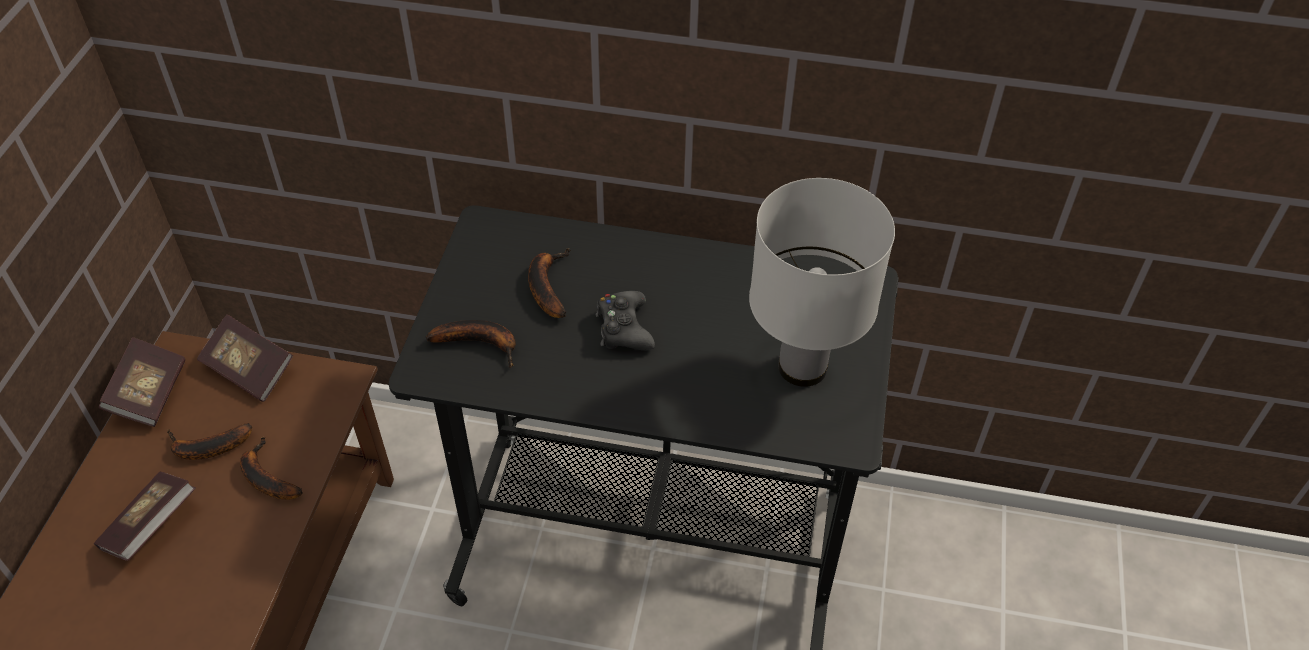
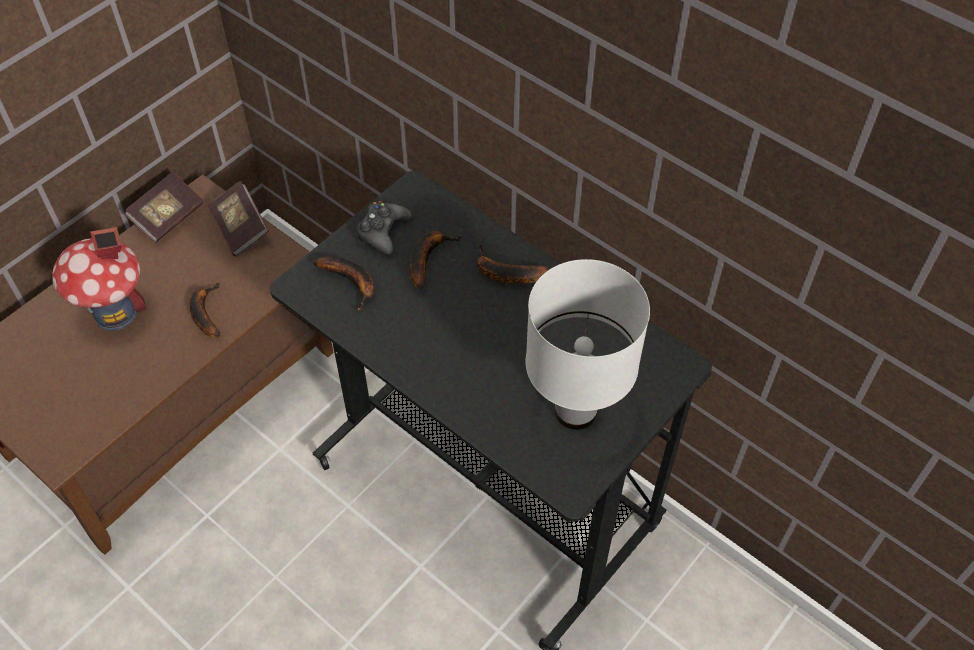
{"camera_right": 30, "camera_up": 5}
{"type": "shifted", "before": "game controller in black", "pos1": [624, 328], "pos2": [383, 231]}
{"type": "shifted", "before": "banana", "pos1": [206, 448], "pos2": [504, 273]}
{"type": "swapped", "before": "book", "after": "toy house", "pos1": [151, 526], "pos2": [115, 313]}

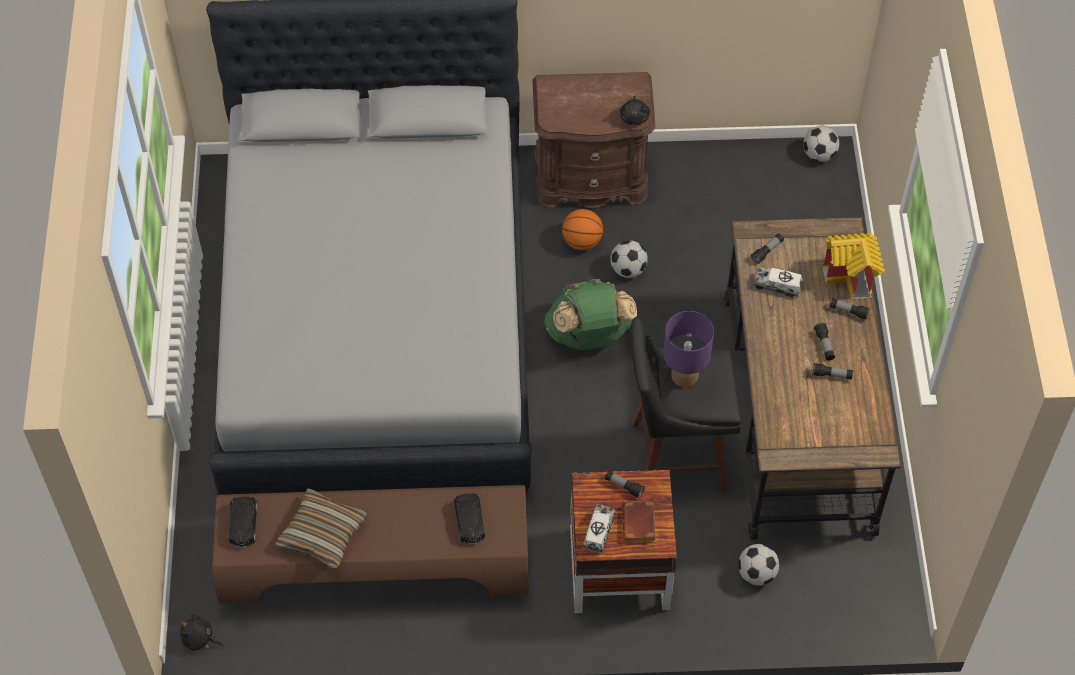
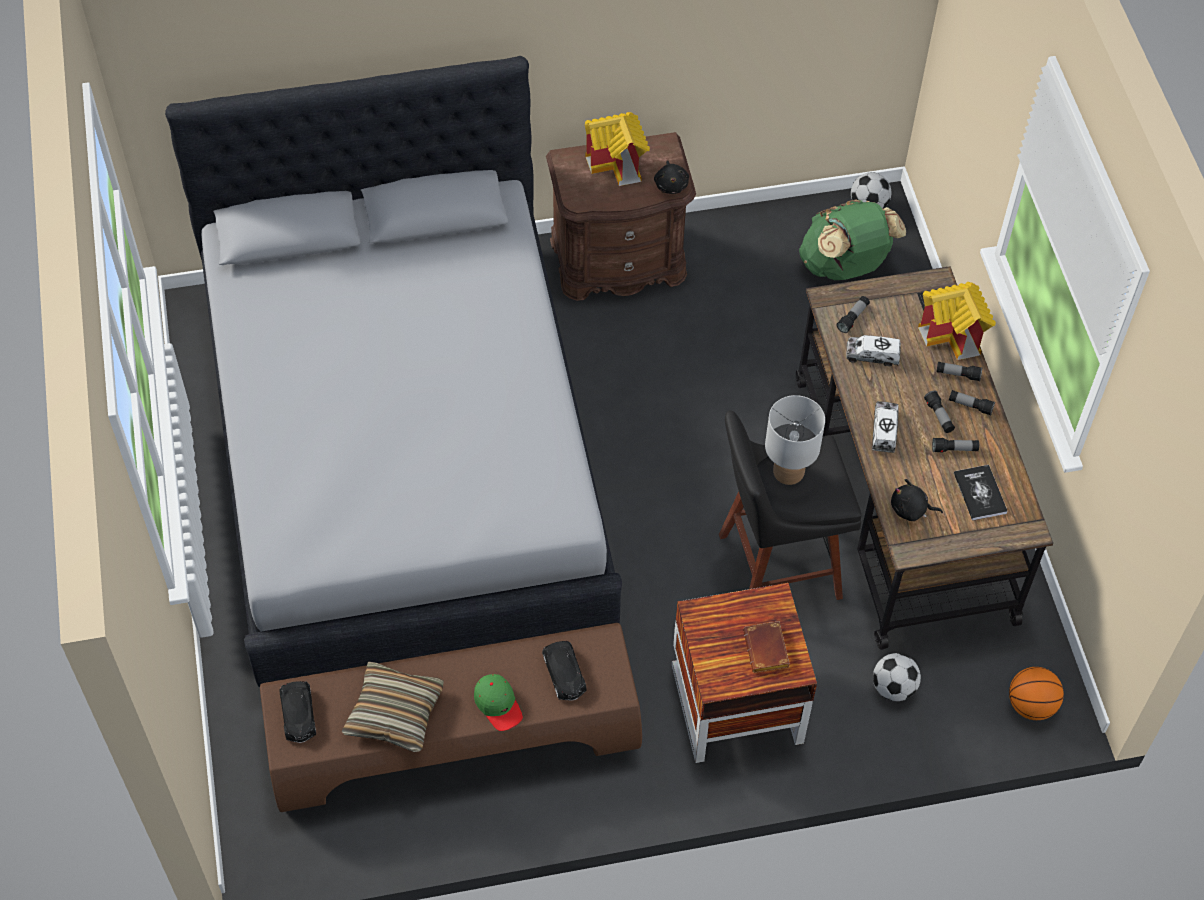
{"camera_right": -10, "camera_up": 0}
{"type": "shifted", "before": "basketball", "pos1": [582, 241], "pos2": [1031, 705]}
{"type": "gone", "before": "football", "pos1": [628, 269]}
{"type": "shifted", "before": "backpack in green", "pos1": [589, 336], "pos2": [845, 266]}
{"type": "repainted", "before": "table lamp in purple", "after": "table lamp in grey", "pos1": [684, 375], "pos2": [788, 471]}
{"type": "shifted", "before": "flashlight", "pos1": [624, 486], "pos2": [970, 406]}
{"type": "shifted", "before": "toy truck", "pos1": [598, 531], "pos2": [884, 431]}
{"type": "shifted", "before": "plush toy in black", "pos1": [199, 639], "pos2": [911, 509]}
{"type": "new", "after": "toy house", "pos2": [618, 164]}
{"type": "new", "after": "book", "pos2": [980, 493]}
{"type": "new", "after": "cap in green", "pos2": [498, 704]}

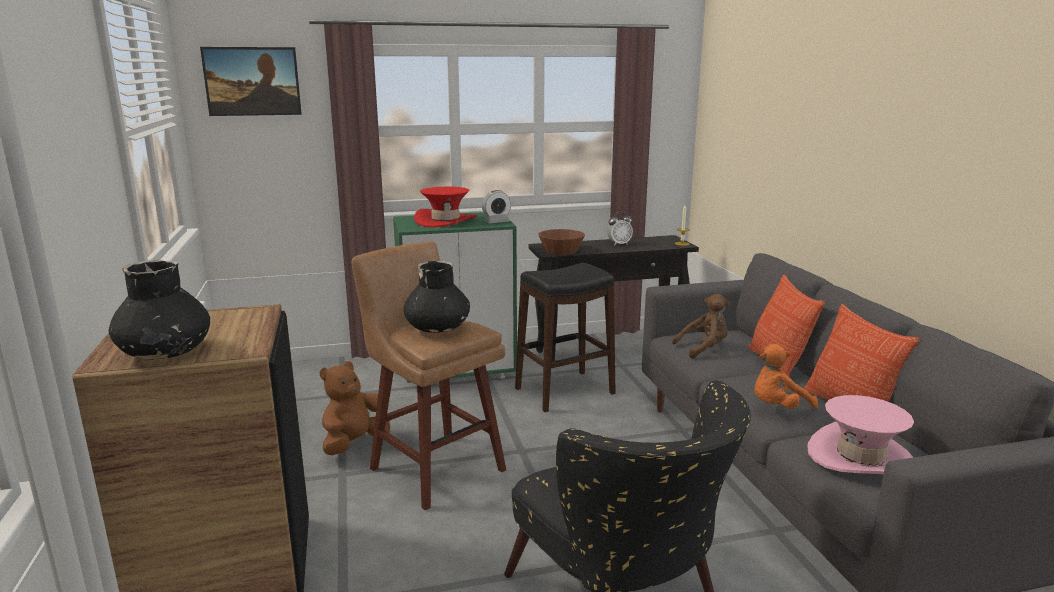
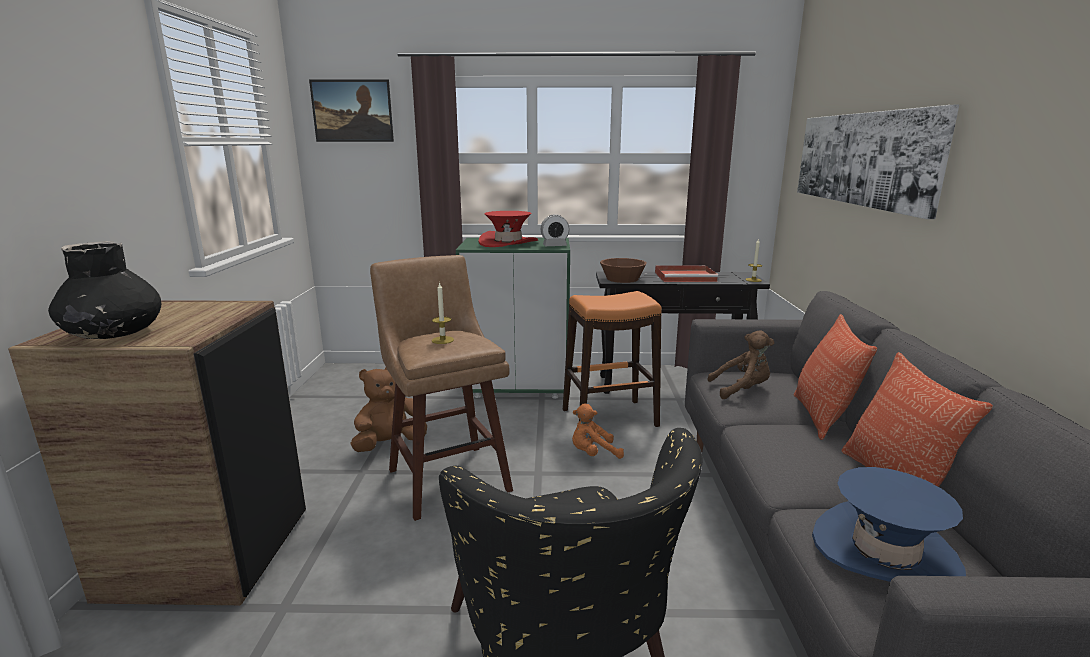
{"camera_right": 15, "camera_up": 0}
{"type": "swapped", "before": "alarm clock", "after": "tray in red", "pos1": [619, 244], "pos2": [686, 276]}
{"type": "swapped", "before": "vase in black", "after": "candle", "pos1": [438, 328], "pos2": [442, 340]}
{"type": "repainted", "before": "stool in black", "after": "stool in orange", "pos1": [564, 391], "pos2": [609, 418]}
{"type": "shifted", "before": "plush toy in orange", "pos1": [777, 407], "pos2": [593, 454]}
{"type": "repainted", "before": "hat in pink", "after": "hat in blue", "pos1": [860, 457], "pos2": [884, 552]}
{"type": "new", "after": "picture", "pos2": [862, 159]}

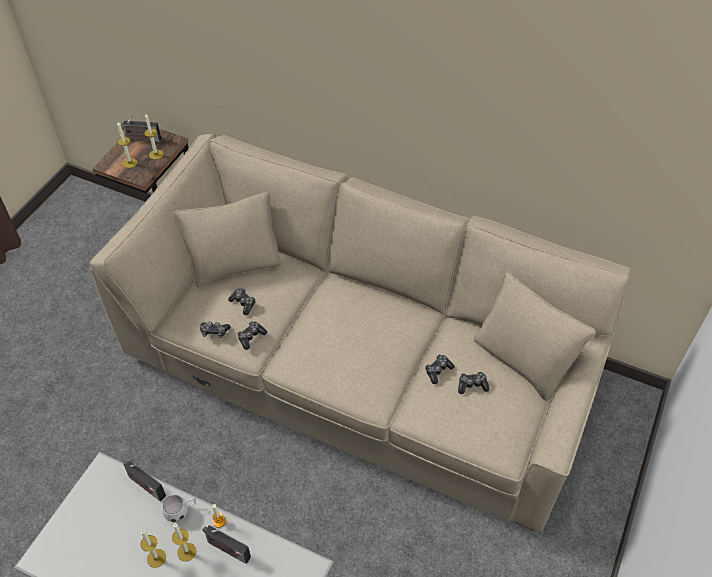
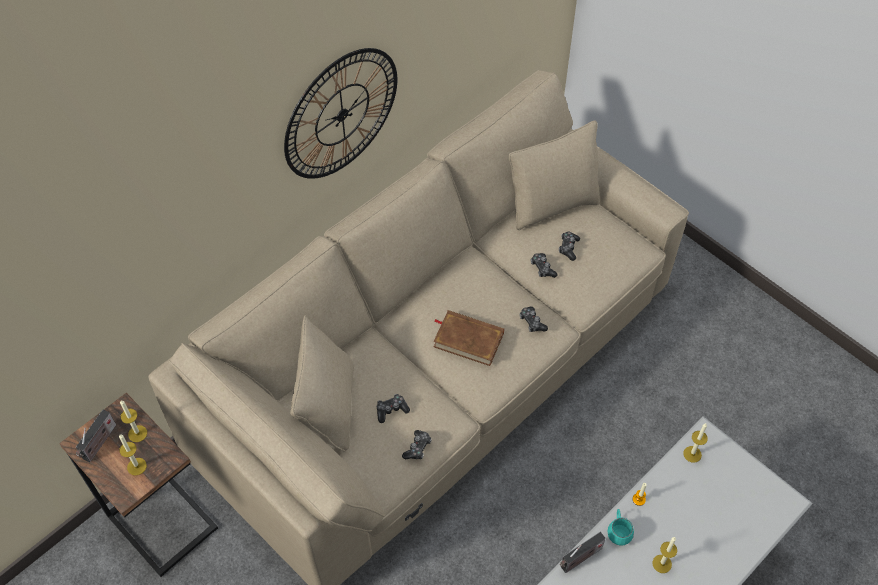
{"camera_right": -70, "camera_up": 5}
{"type": "shifted", "before": "game controller", "pos1": [251, 337], "pos2": [532, 322]}
{"type": "repainted", "before": "mug in white", "after": "mug in turquoise", "pos1": [181, 511], "pos2": [618, 531]}
{"type": "shifted", "before": "candle", "pos1": [186, 552], "pos2": [692, 454]}
{"type": "gone", "before": "radio", "pos1": [227, 549]}
{"type": "new", "after": "wall clock", "pos2": [341, 114]}
{"type": "new", "after": "book in brown", "pos2": [468, 339]}

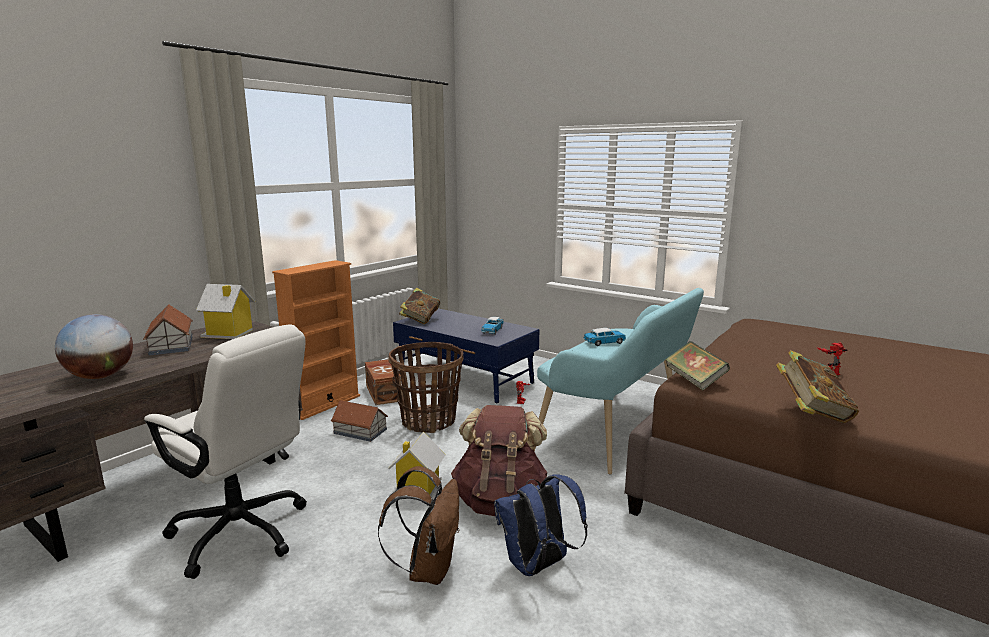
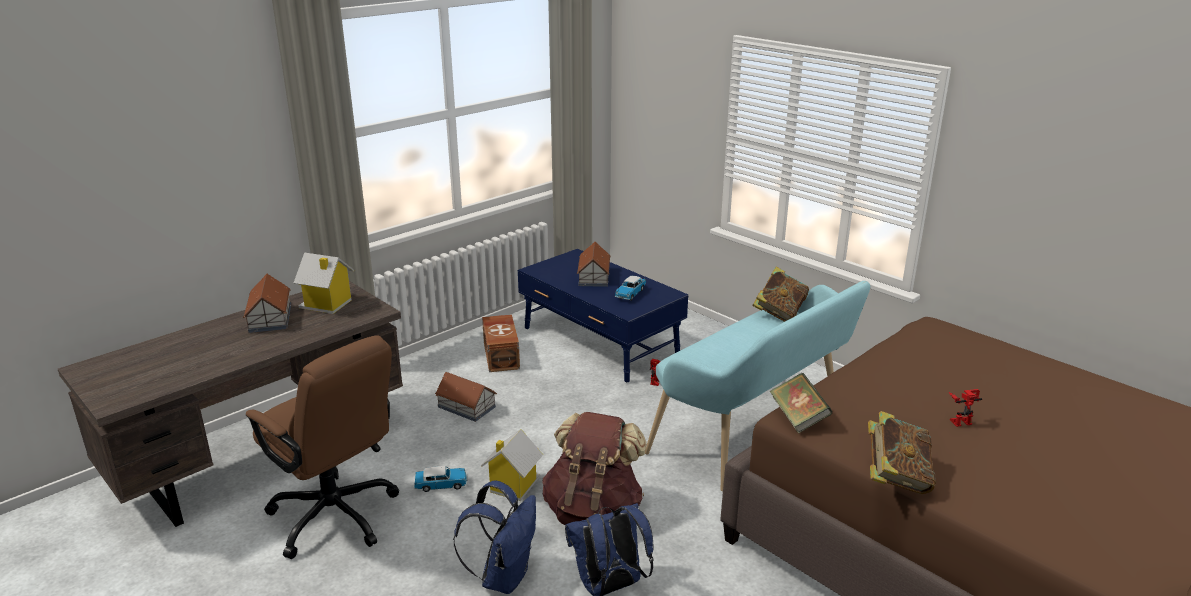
{"camera_right": 10, "camera_up": 10}
{"type": "gone", "before": "bookcase in orange", "pos1": [324, 404]}
{"type": "shifted", "before": "book", "pos1": [420, 320], "pos2": [779, 313]}
{"type": "gone", "before": "globe", "pos1": [101, 376]}
{"type": "repainted", "before": "office chair in white", "after": "office chair in brown", "pos1": [244, 535], "pos2": [338, 519]}
{"type": "shifted", "before": "toy car", "pos1": [604, 342], "pos2": [441, 485]}
{"type": "gone", "before": "basket", "pos1": [428, 421]}
{"type": "repainted", "before": "backpack in brown", "after": "backpack in blue", "pos1": [428, 569], "pos2": [504, 576]}
{"type": "new", "after": "toy house", "pos2": [594, 276]}

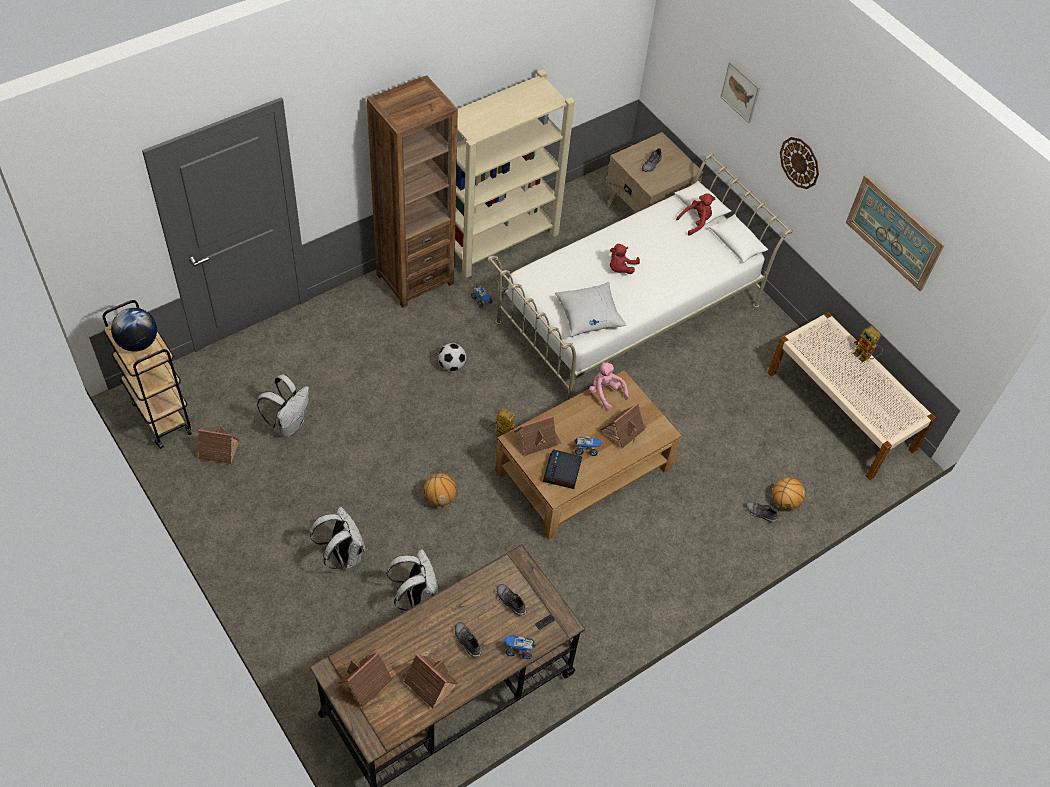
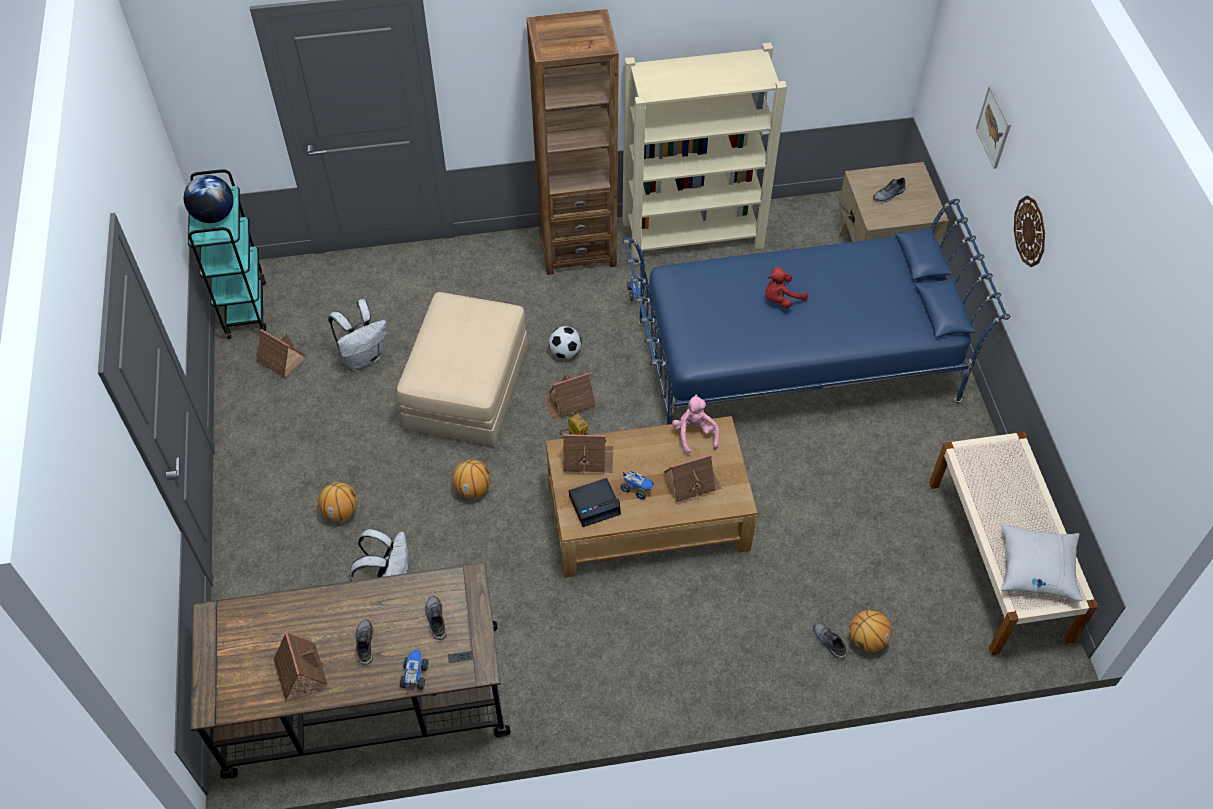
{"camera_right": 30, "camera_up": 0}
{"type": "repainted", "before": "bed in white", "after": "bed in blue", "pos1": [628, 314], "pos2": [795, 360]}
{"type": "gone", "before": "picture", "pos1": [894, 232]}
{"type": "gone", "before": "plush toy in red", "pos1": [696, 222]}
{"type": "shifted", "before": "pillow in grey", "pos1": [588, 316], "pos2": [1036, 569]}
{"type": "repainted", "before": "cart in brown", "after": "cart in turquoise", "pos1": [160, 418], "pos2": [245, 309]}
{"type": "gone", "before": "toy robot", "pos1": [864, 357]}
{"type": "rotated", "before": "alarm clock", "pos1": [562, 472], "pos2": [595, 504], "turn": -150}
{"type": "swapped", "before": "backpack in white", "after": "basketball", "pos1": [343, 555], "pos2": [341, 511]}
{"type": "rotated", "before": "toy truck", "pos1": [519, 649], "pos2": [414, 675], "turn": 60}
{"type": "shifted", "before": "toy house", "pos1": [362, 685], "pos2": [569, 402]}
{"type": "new", "after": "ottoman in beige", "pos2": [467, 388]}

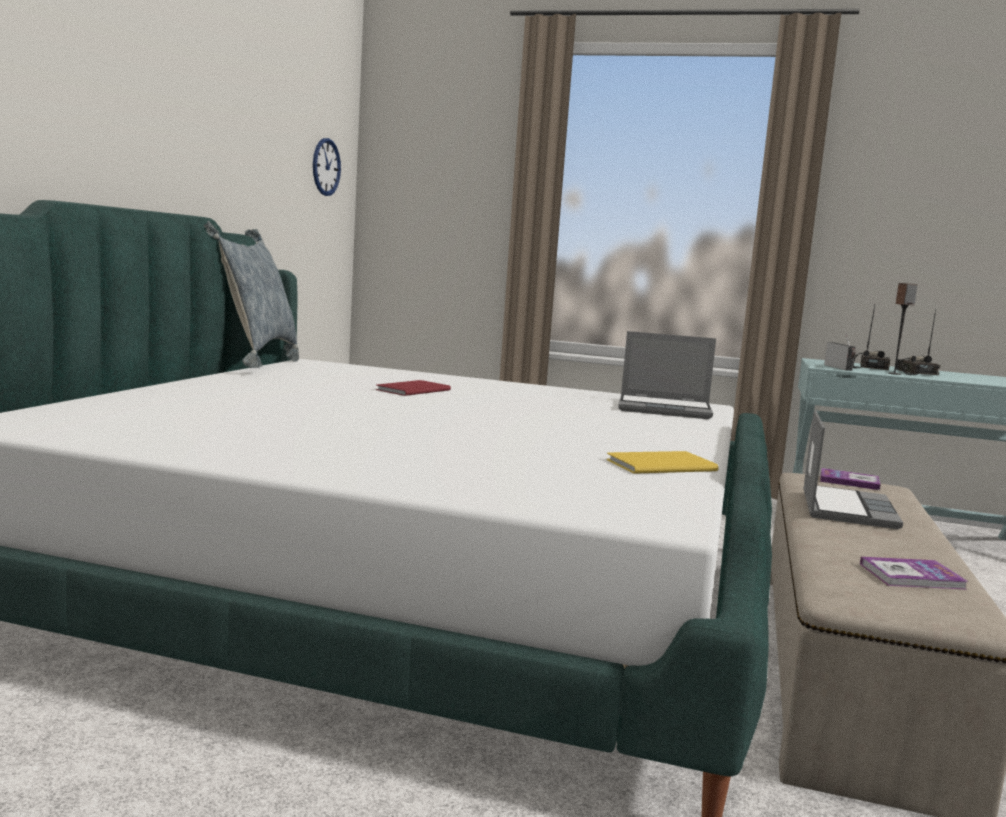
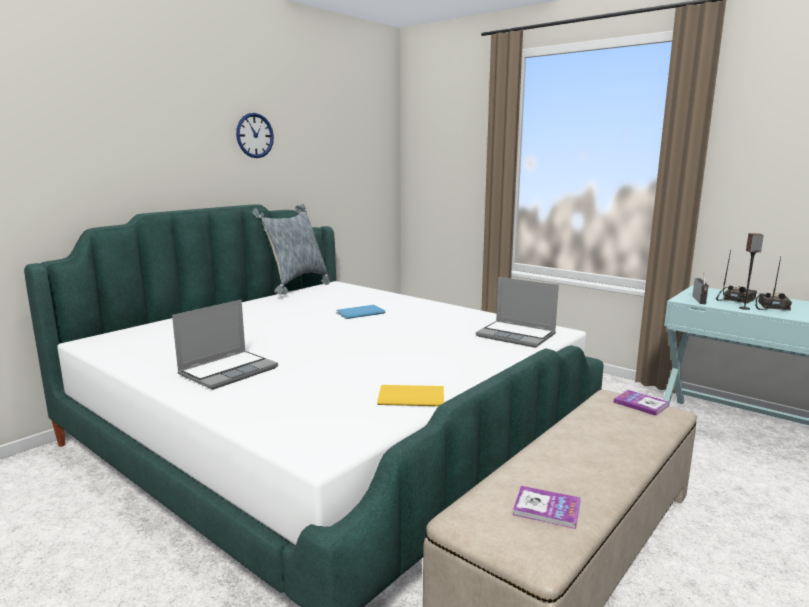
{"camera_right": 25, "camera_up": 5}
{"type": "shifted", "before": "wall clock", "pos1": [326, 167], "pos2": [255, 135]}
{"type": "repainted", "before": "book in red", "after": "book in blue", "pos1": [410, 390], "pos2": [359, 313]}
{"type": "shifted", "before": "laptop", "pos1": [845, 508], "pos2": [229, 371]}

